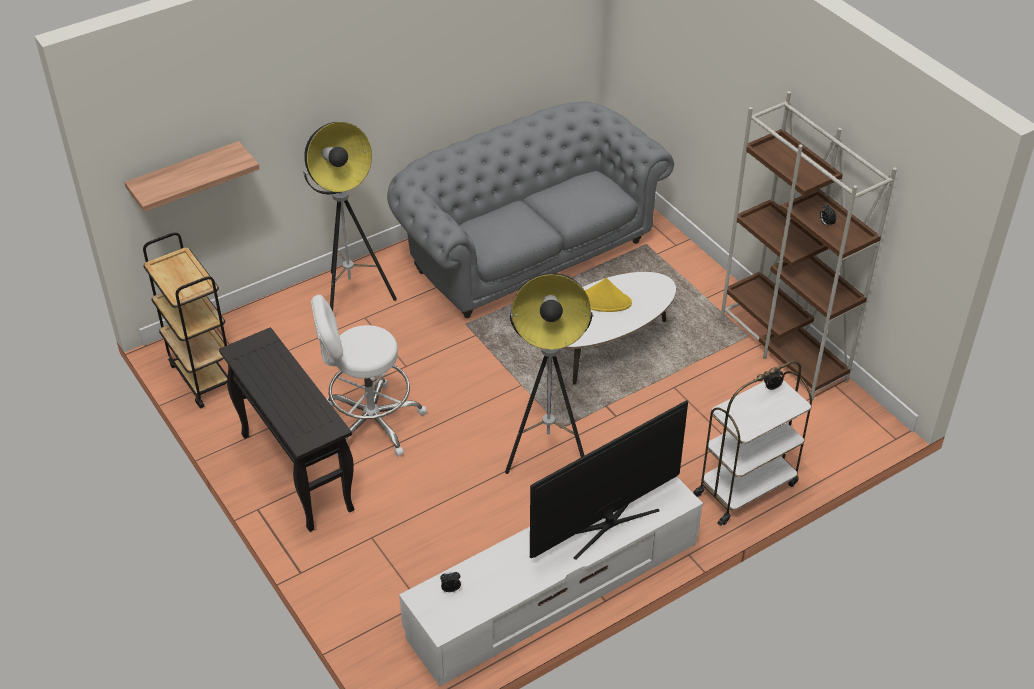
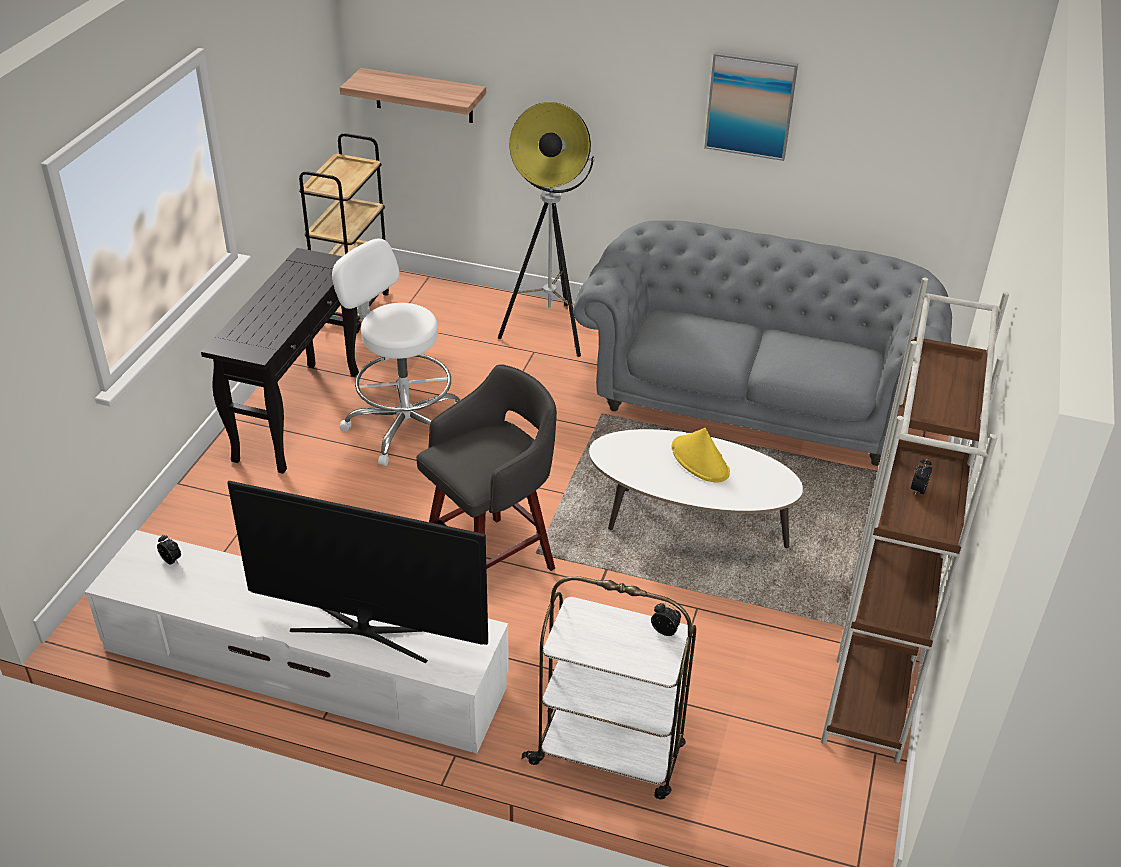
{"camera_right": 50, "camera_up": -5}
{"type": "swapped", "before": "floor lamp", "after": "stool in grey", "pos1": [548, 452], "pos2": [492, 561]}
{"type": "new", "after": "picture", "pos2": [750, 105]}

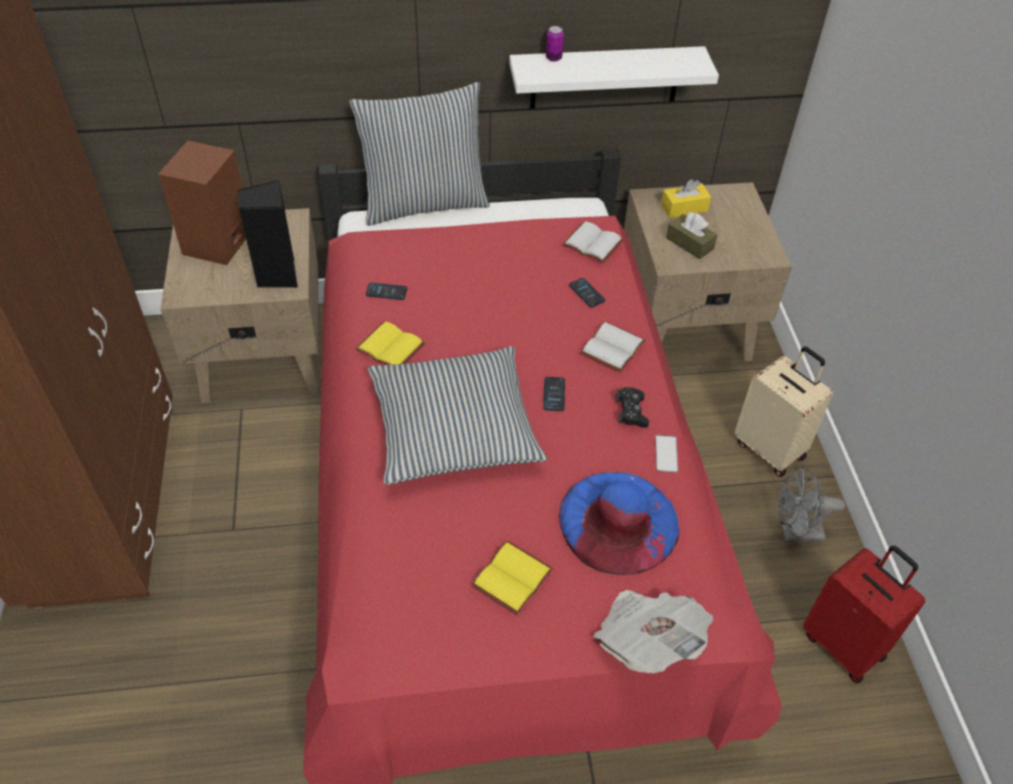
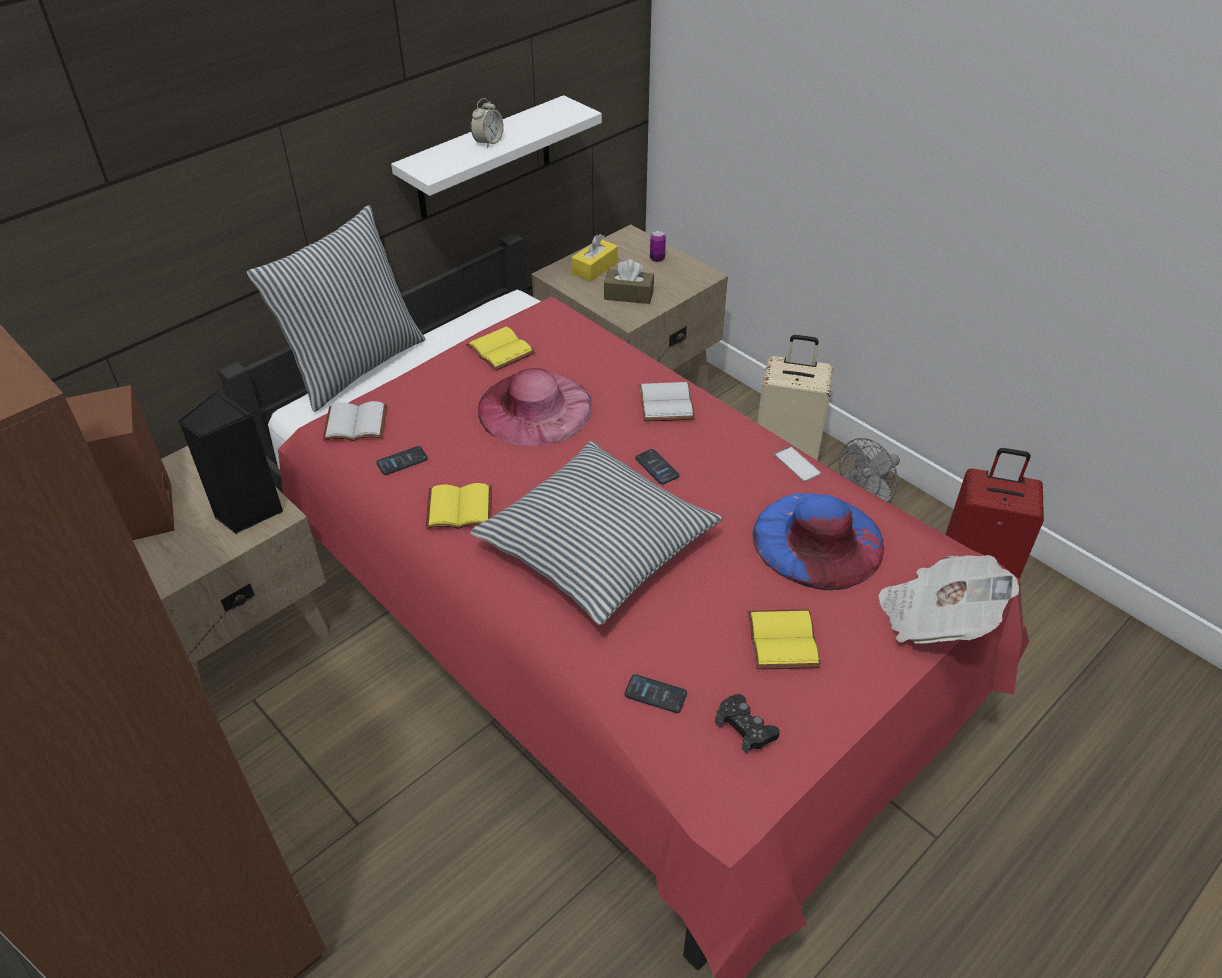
{"camera_right": -35, "camera_up": -5}
{"type": "shifted", "before": "can", "pos1": [553, 58], "pos2": [657, 259]}
{"type": "shifted", "before": "book in white", "pos1": [591, 244], "pos2": [354, 425]}
{"type": "shifted", "before": "phone", "pos1": [586, 293], "pos2": [655, 694]}
{"type": "shifted", "before": "game controller in black", "pos1": [631, 412], "pos2": [745, 728]}
{"type": "new", "after": "alarm clock", "pos2": [488, 142]}
{"type": "new", "after": "book in yellow", "pos2": [502, 350]}
{"type": "new", "after": "hat in pink", "pos2": [534, 408]}

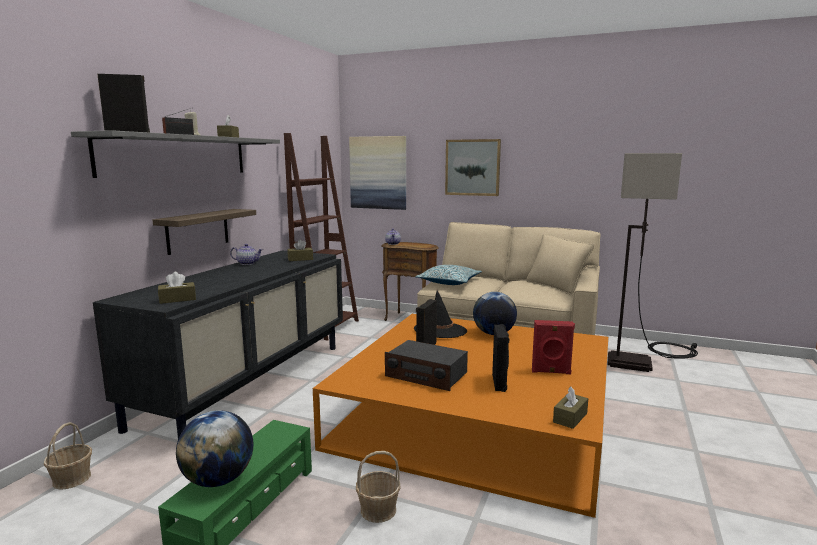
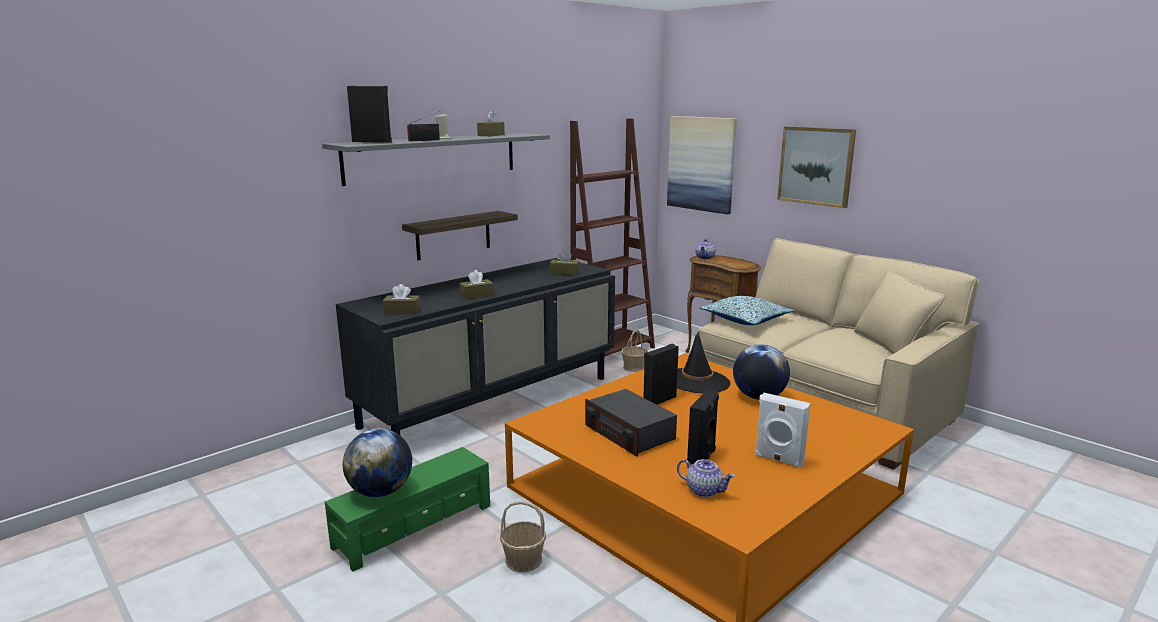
{"camera_right": 25, "camera_up": 5}
{"type": "gone", "before": "floor lamp", "pos1": [654, 357]}
{"type": "shifted", "before": "teapot", "pos1": [247, 263], "pos2": [704, 490]}
{"type": "repainted", "before": "speaker in red", "after": "speaker in white", "pos1": [551, 372], "pos2": [778, 460]}
{"type": "shifted", "before": "tissue box in brown", "pos1": [570, 418], "pos2": [477, 295]}
{"type": "shifted", "before": "basket", "pos1": [72, 479], "pos2": [634, 367]}

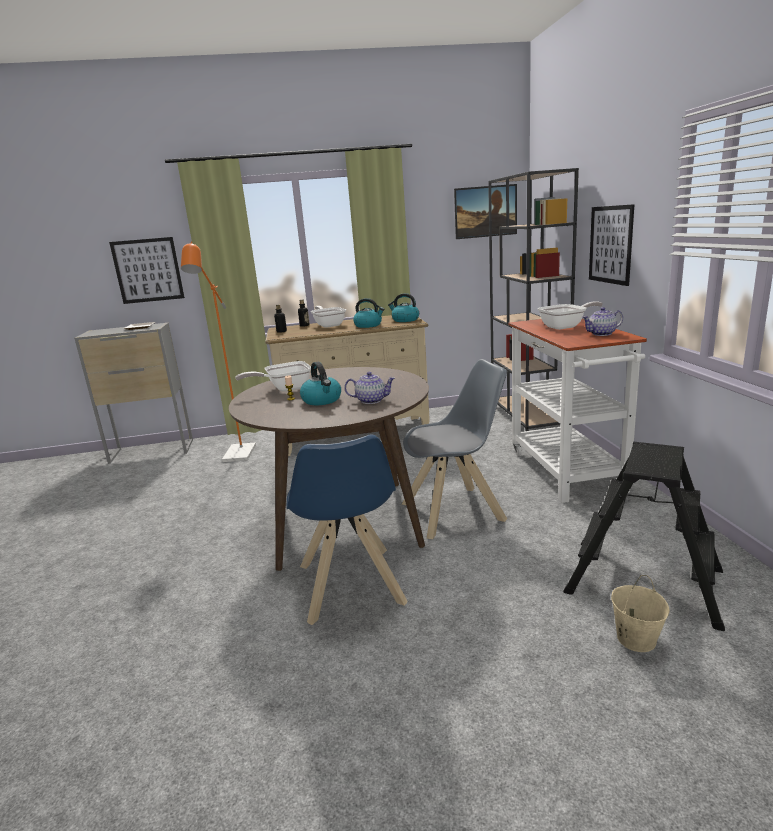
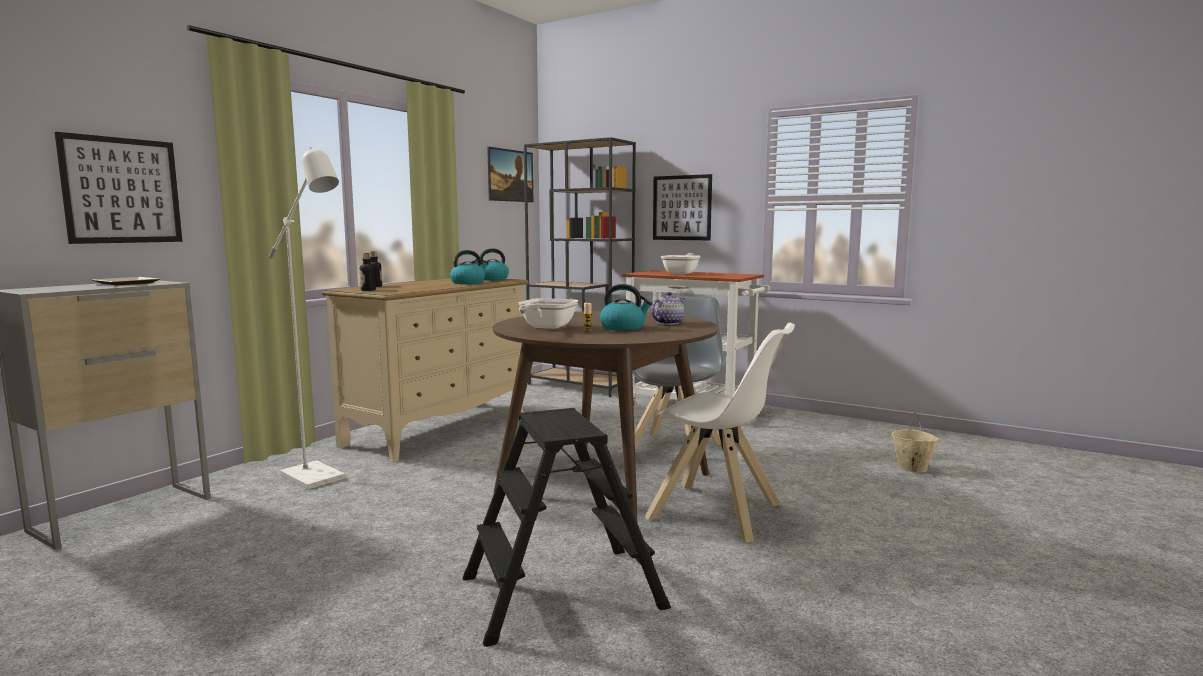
{"camera_right": -50, "camera_up": -10}
{"type": "repainted", "before": "floor lamp in orange", "after": "floor lamp in white", "pos1": [238, 456], "pos2": [319, 479]}
{"type": "gone", "before": "frying pan", "pos1": [328, 325]}
{"type": "gone", "before": "teapot", "pos1": [601, 334]}
{"type": "repainted", "before": "chair in blue", "after": "chair in white", "pos1": [351, 586], "pos2": [718, 513]}
{"type": "shifted", "before": "step ladder in black", "pos1": [643, 581], "pos2": [562, 592]}

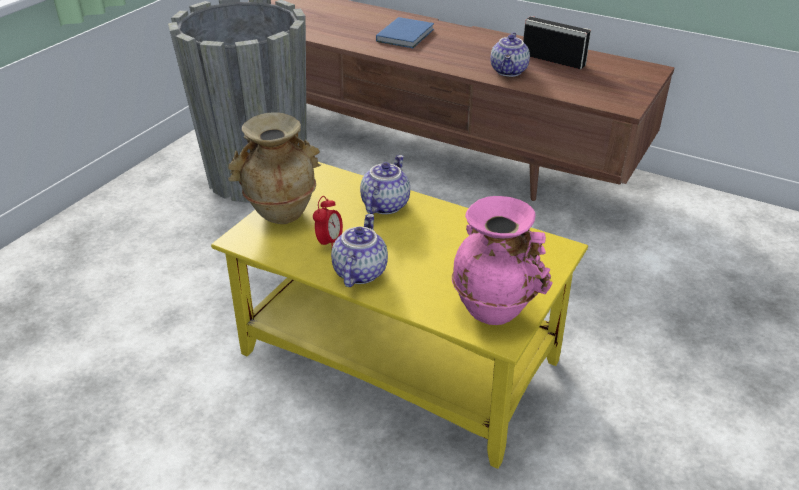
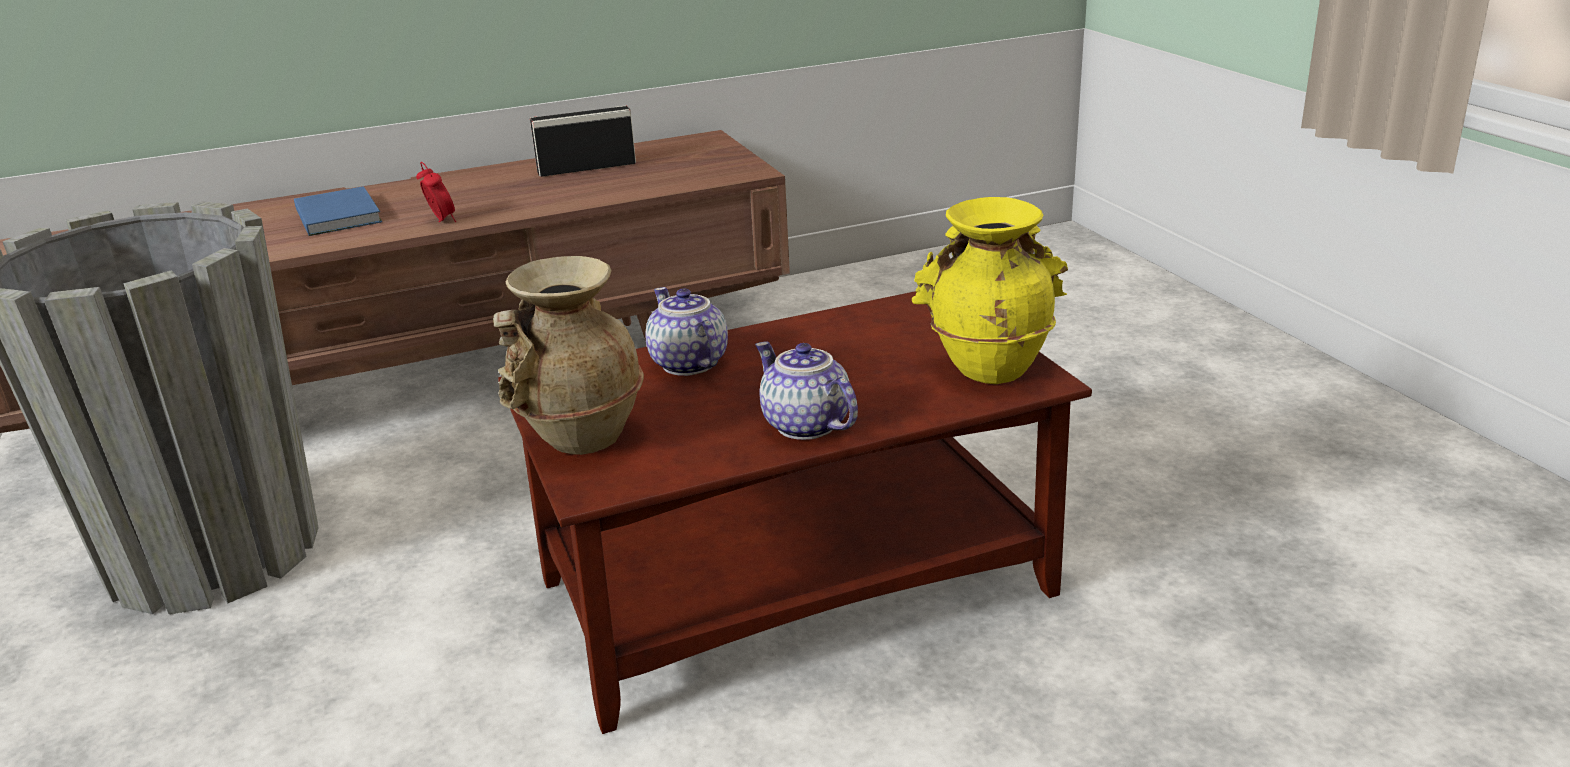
{"camera_right": -50, "camera_up": -10}
{"type": "gone", "before": "teapot", "pos1": [509, 71]}
{"type": "repainted", "before": "coffee table in yellow", "after": "coffee table in brown", "pos1": [396, 357], "pos2": [792, 590]}
{"type": "shifted", "before": "alarm clock", "pos1": [329, 242], "pos2": [441, 221]}
{"type": "repainted", "before": "vase in pink", "after": "vase in yellow", "pos1": [494, 308], "pos2": [989, 368]}

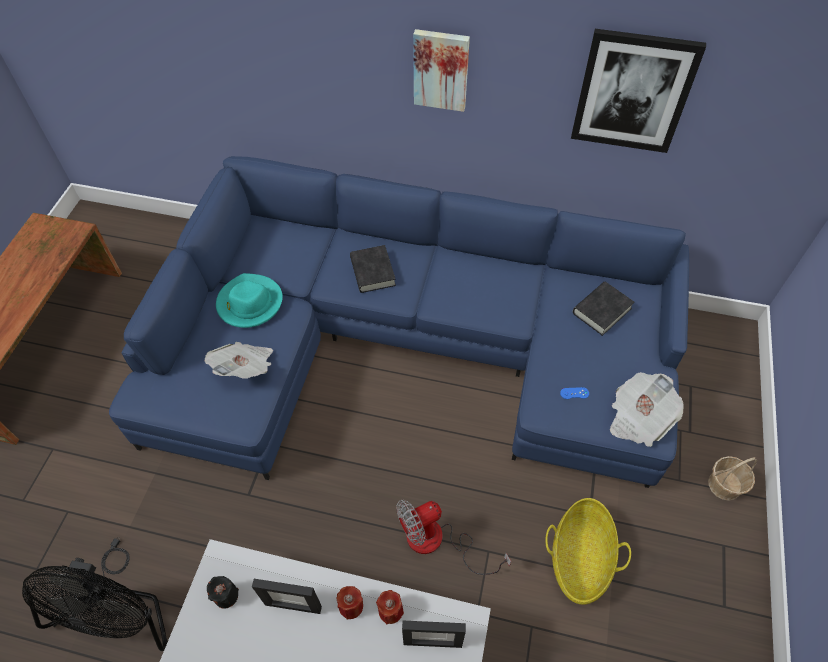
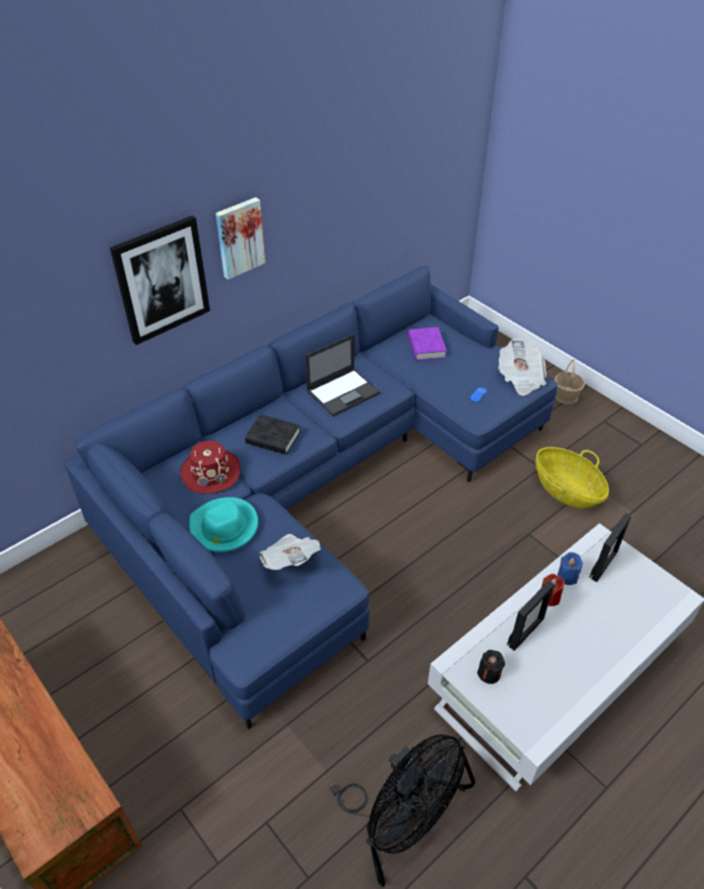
{"camera_right": -55, "camera_up": -10}
{"type": "shifted", "before": "picture", "pos1": [633, 92], "pos2": [161, 280]}
{"type": "repainted", "before": "book in black", "after": "book in purple", "pos1": [601, 311], "pos2": [426, 347]}
{"type": "gone", "before": "fan", "pos1": [437, 542]}
{"type": "repainted", "before": "candle in red", "after": "candle in blue", "pos1": [390, 610], "pos2": [567, 576]}
{"type": "new", "after": "laptop", "pos2": [343, 392]}
{"type": "new", "after": "hat in red", "pos2": [211, 472]}

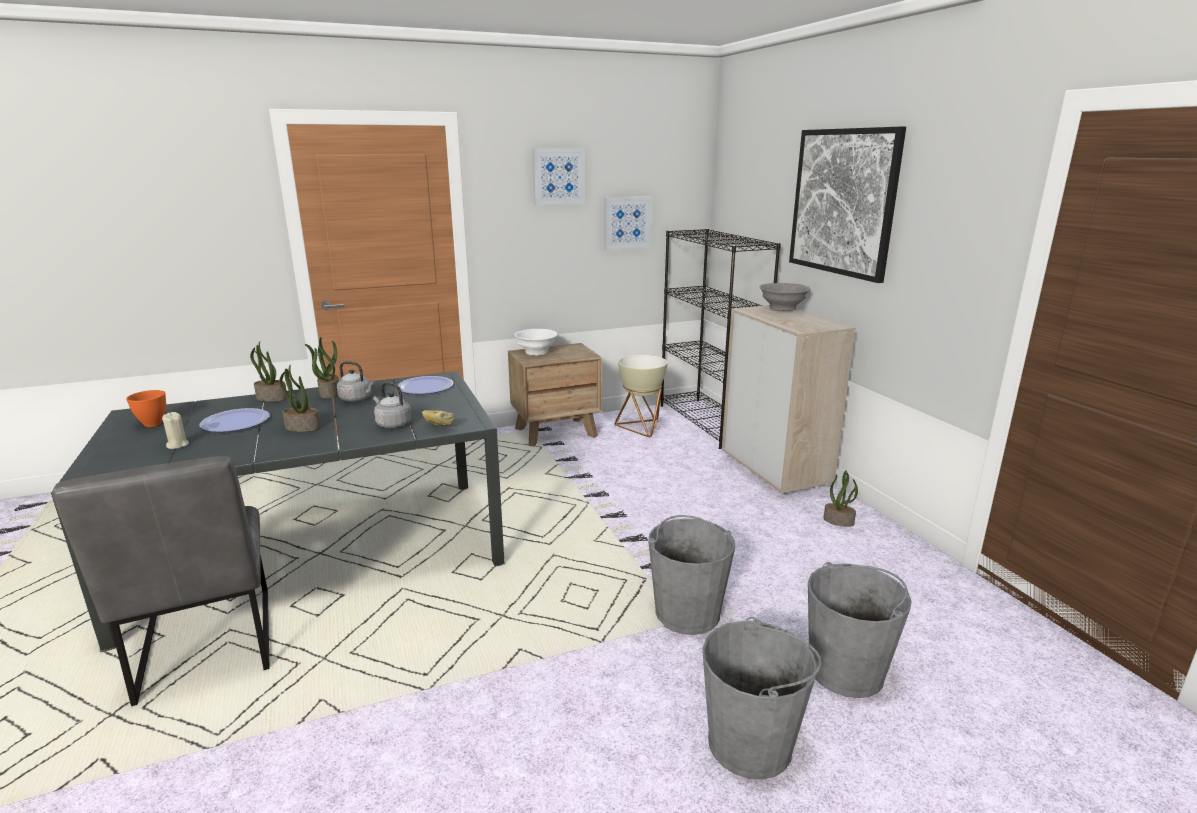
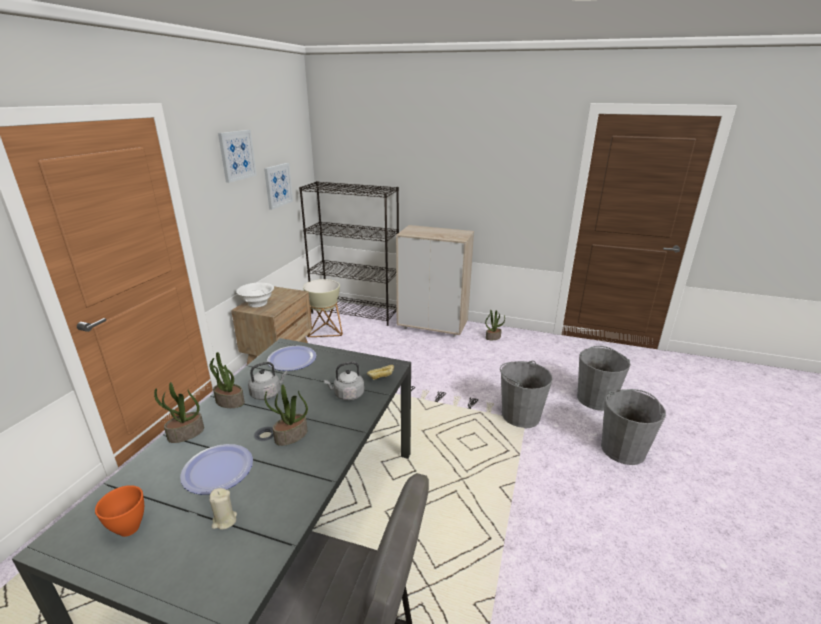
{"camera_right": -50, "camera_up": 5}
{"type": "gone", "before": "picture", "pos1": [843, 202]}
{"type": "gone", "before": "bowl in grey", "pos1": [782, 309]}

